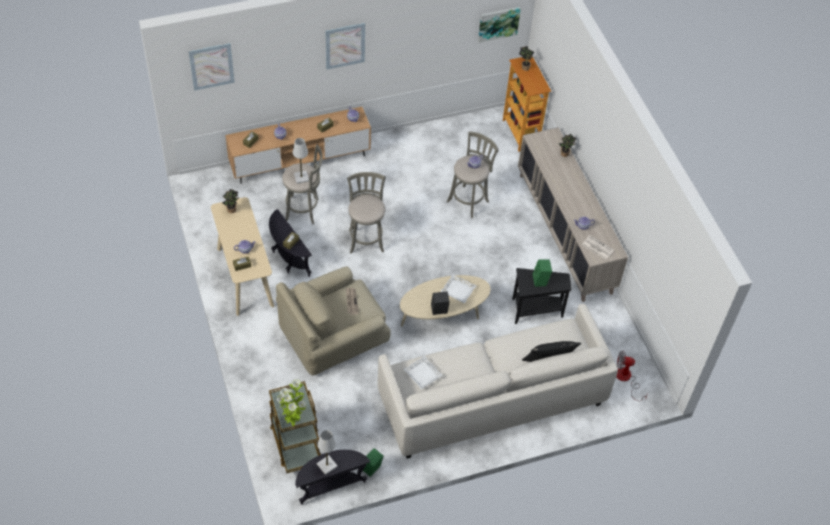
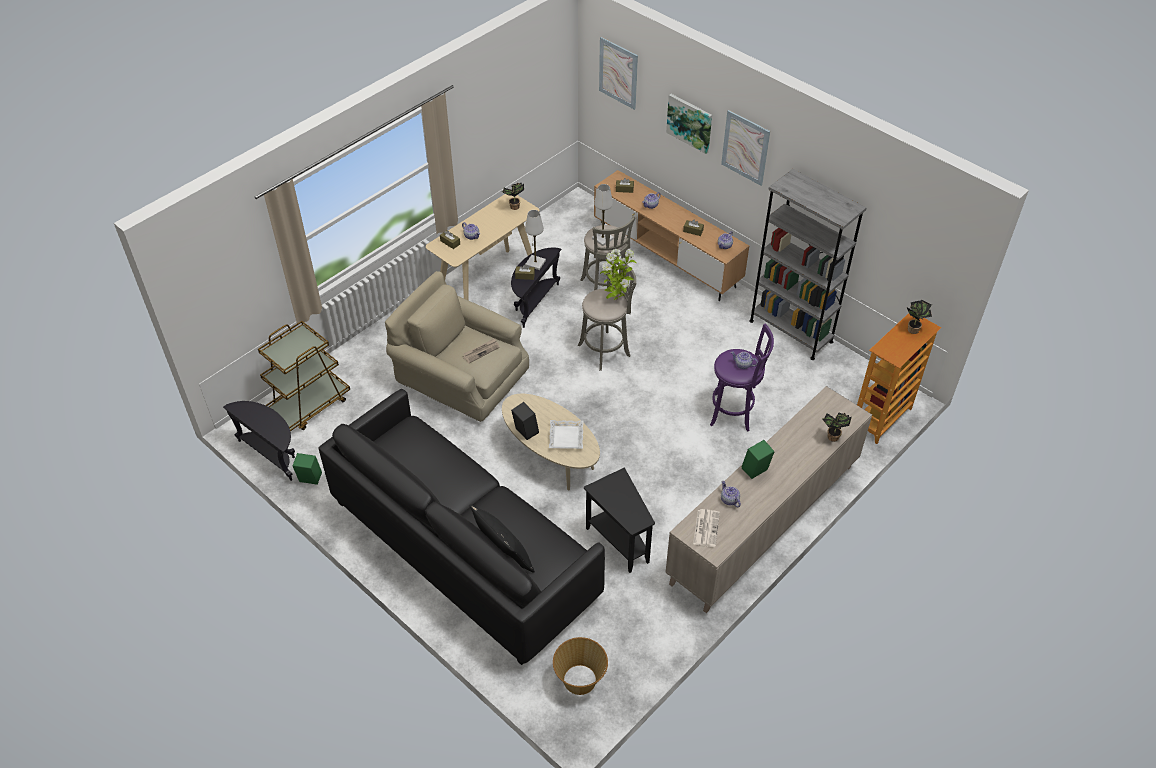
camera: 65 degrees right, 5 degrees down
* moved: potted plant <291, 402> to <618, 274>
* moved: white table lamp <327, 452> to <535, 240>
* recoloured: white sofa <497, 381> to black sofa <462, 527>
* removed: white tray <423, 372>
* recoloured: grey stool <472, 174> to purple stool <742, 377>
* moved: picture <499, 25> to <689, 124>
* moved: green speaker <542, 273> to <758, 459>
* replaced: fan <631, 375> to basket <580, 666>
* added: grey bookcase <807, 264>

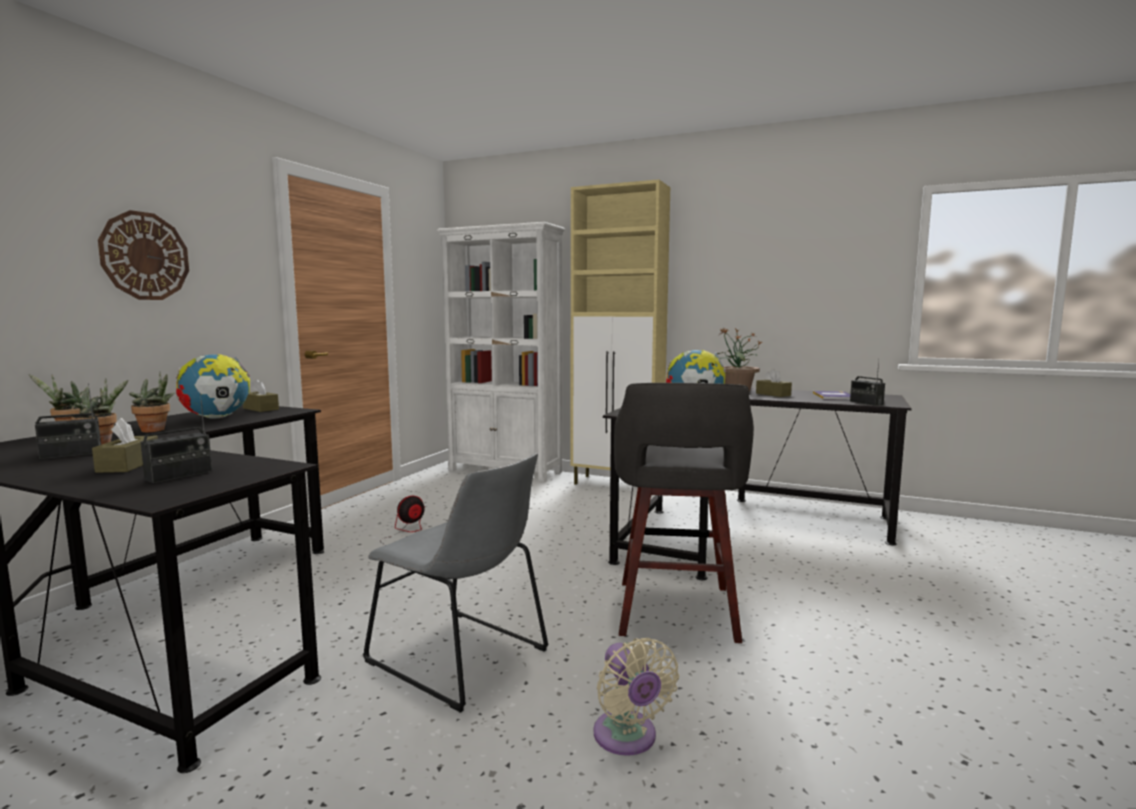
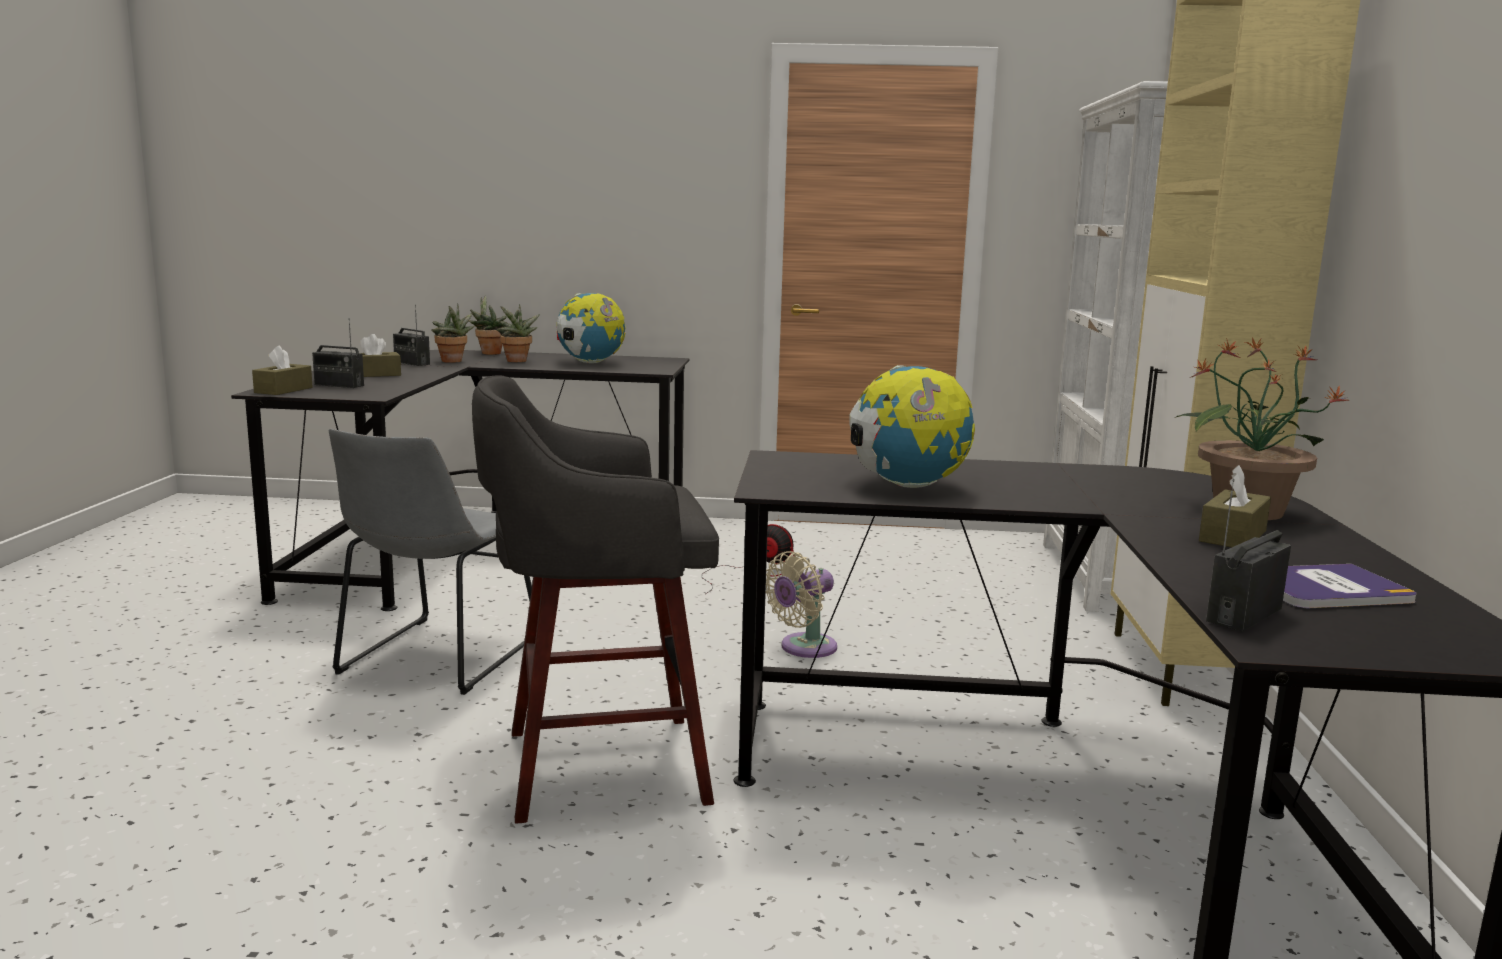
camera: 70 degrees right, 5 degrees up
* removed: wall clock <143, 255>
* moved: brown tissue box <261, 395> to <282, 370>
* moved: beige fan <636, 697> to <801, 604>

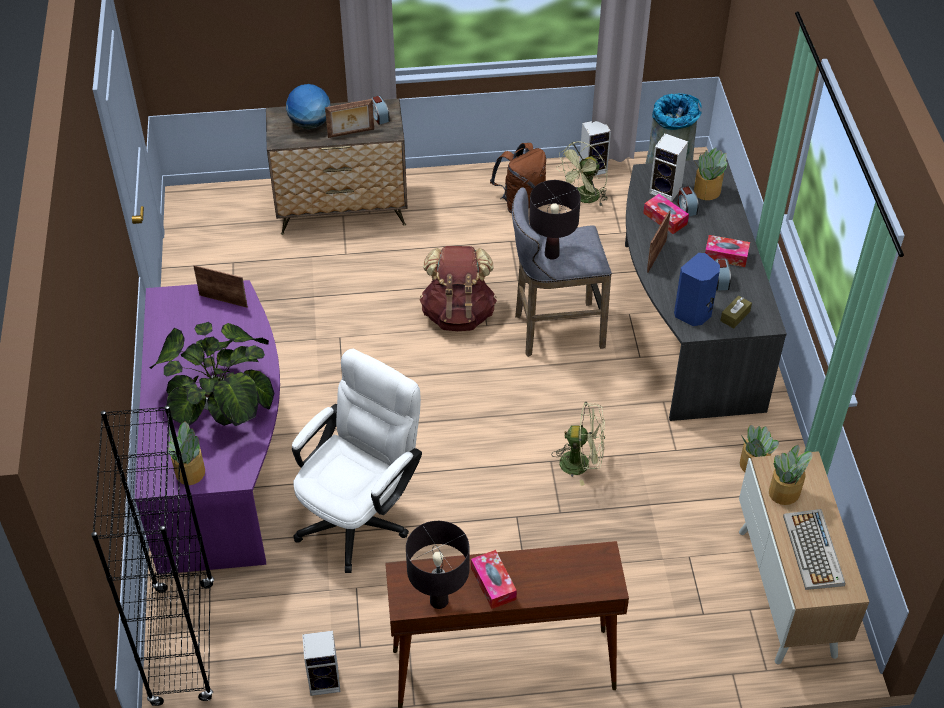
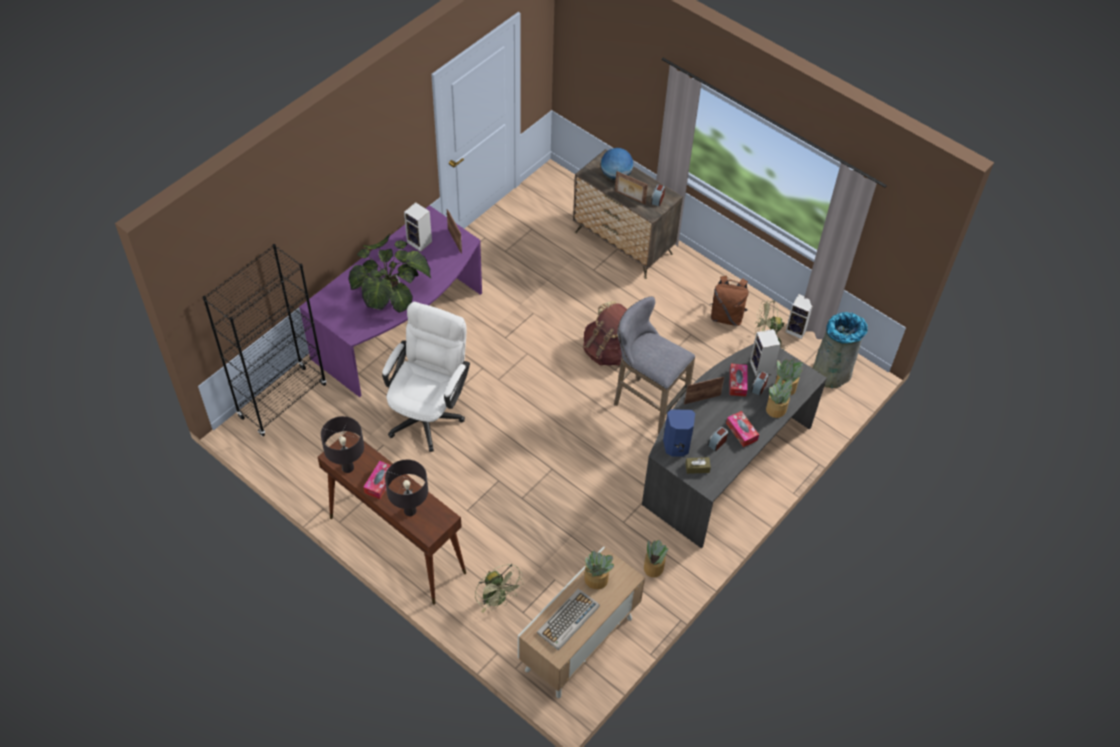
camera: 45 degrees right, 5 degrees up
* moved: potted plant <186, 453> to <779, 397>
* turned: white office chair <357, 461> = <426, 377> 60 degrees counterclockwise
* moved: speaker <321, 663> to <418, 227>
* moved: black table lamp <555, 219> to <406, 488>
* moved: green fan <578, 444> to <499, 588>

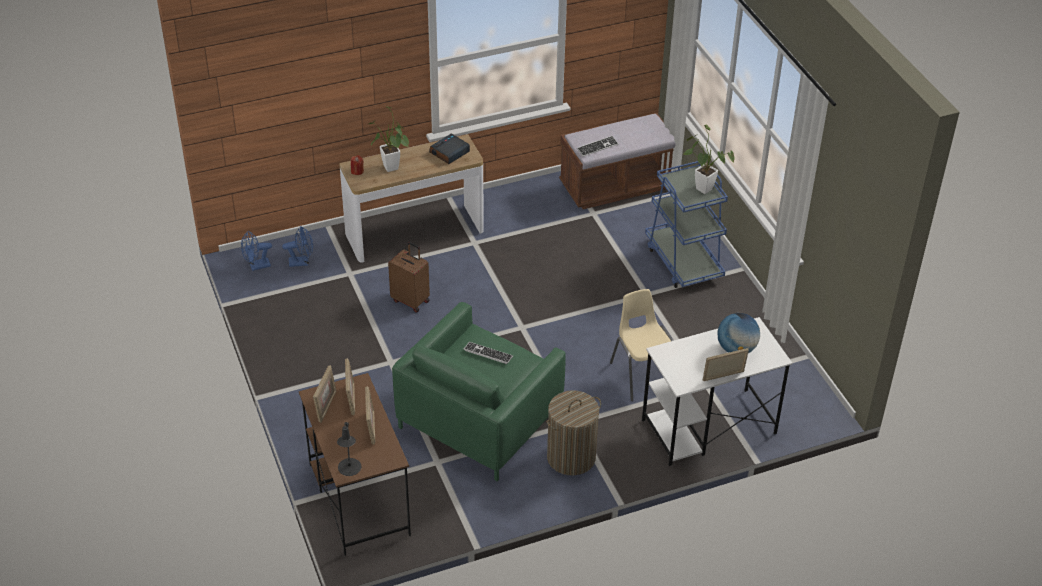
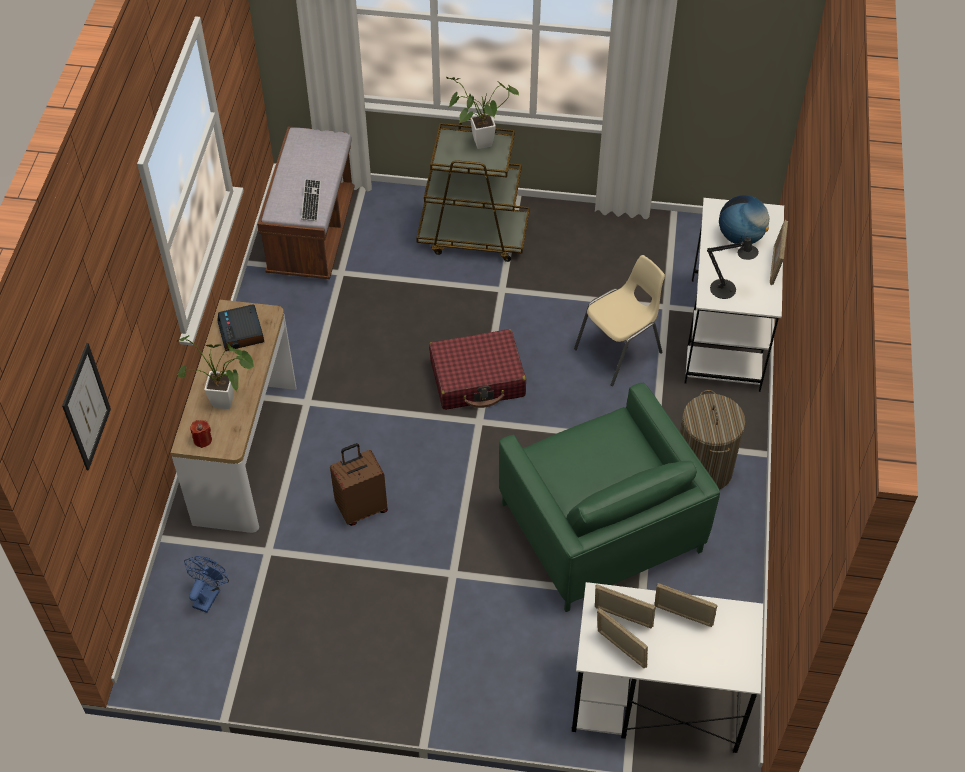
camera: 60 degrees left, 10 degrees up
* removed: blue fan <256, 251>
* recoloured: brown desk <355, 464> to white desk <667, 667>
* moved: black table lamp <349, 449> to <733, 266>
* removed: keyboard <488, 353>
* turned: beige chair <642, 345> = <619, 320> 135 degrees clockwise
* recoloured: blue cart <686, 224> to brown cart <472, 190>
* added: picture <86, 406>
* added: red suitcase <477, 369>

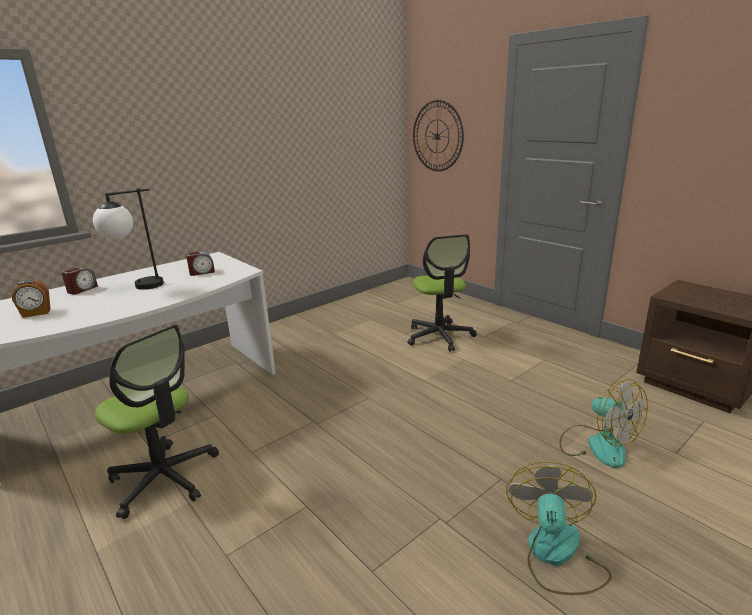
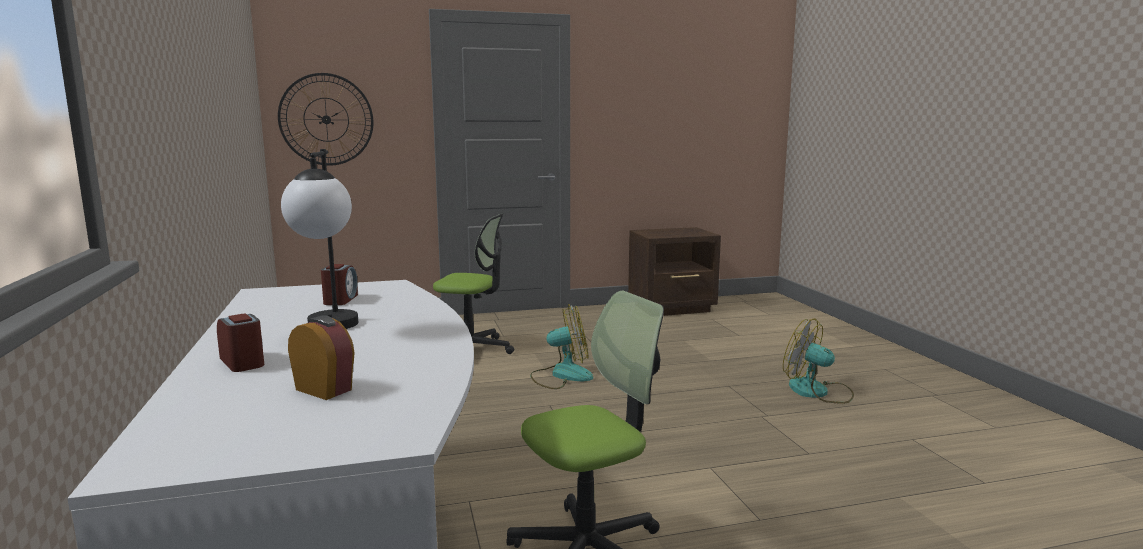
camera: 65 degrees left, 10 degrees down
* turned: alarm clock <31, 299> = <321, 357> 60 degrees counterclockwise
* moved: fan <603, 423> to <561, 346>

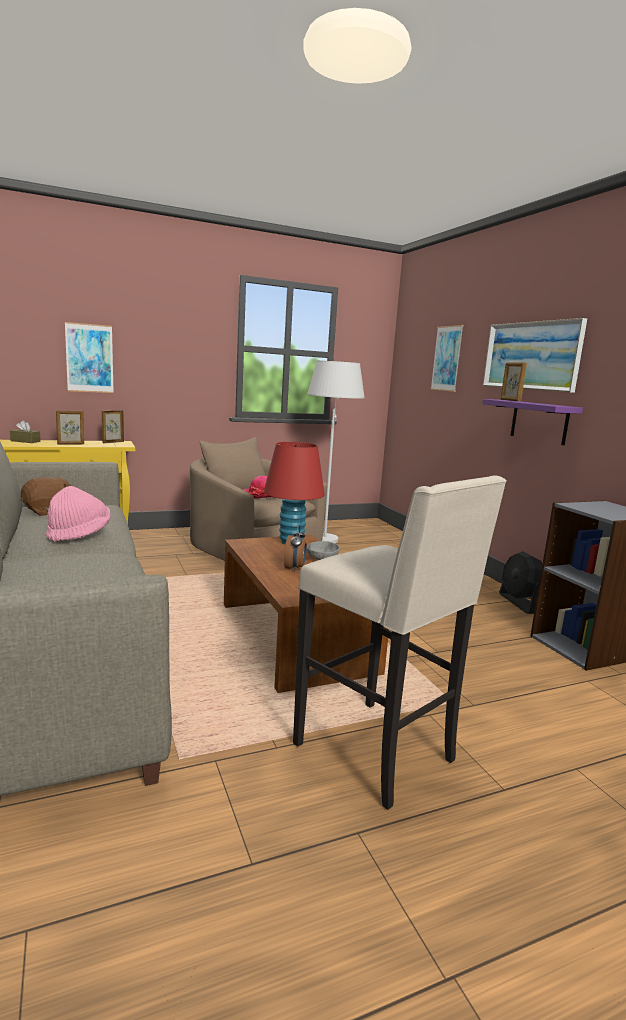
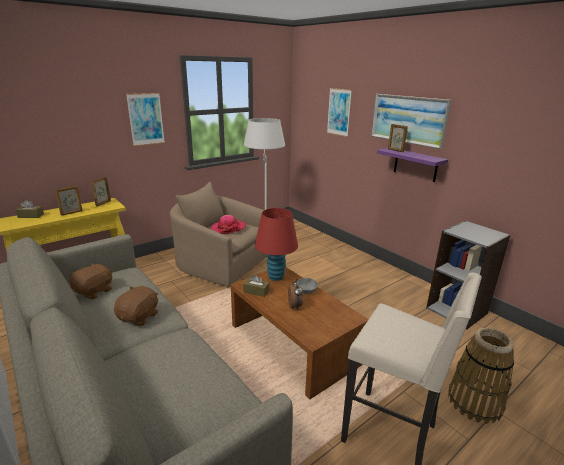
camera: 15 degrees left, 10 degrees up
* replaced: pink hat <78, 513> to brown plush toy <136, 306>
* moved: picture <89, 357> to <145, 119>
* removed: black fan <520, 582>
* added: brown tissue box <256, 286>
* added: basket <481, 376>

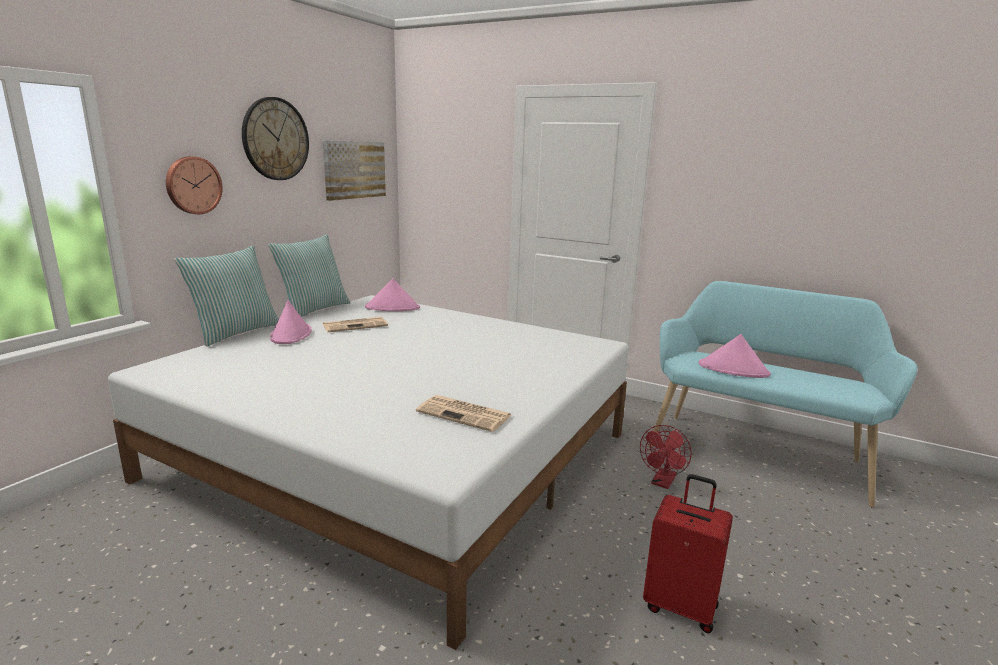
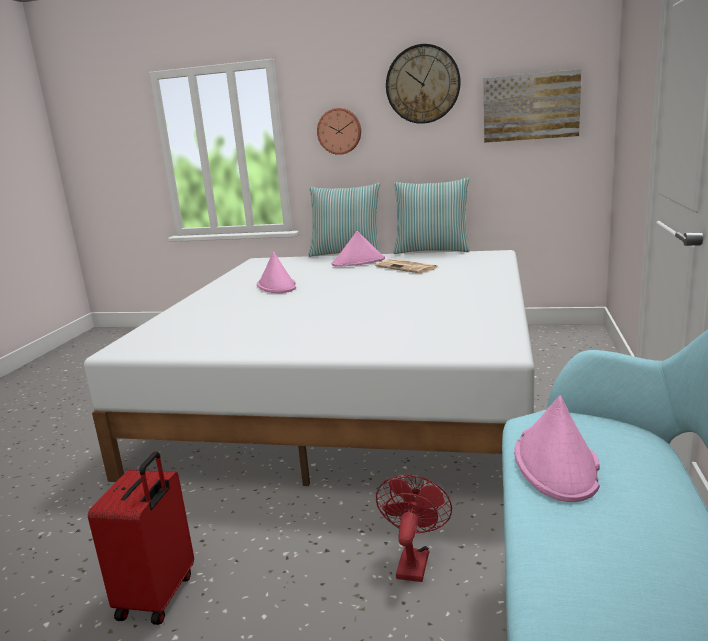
camera: 75 degrees right, 0 degrees up
* moved: pink hat <392, 294> to <276, 272>
* removed: newspaper <464, 413>
* turned: red fan <666, 457> = <414, 528> 90 degrees clockwise

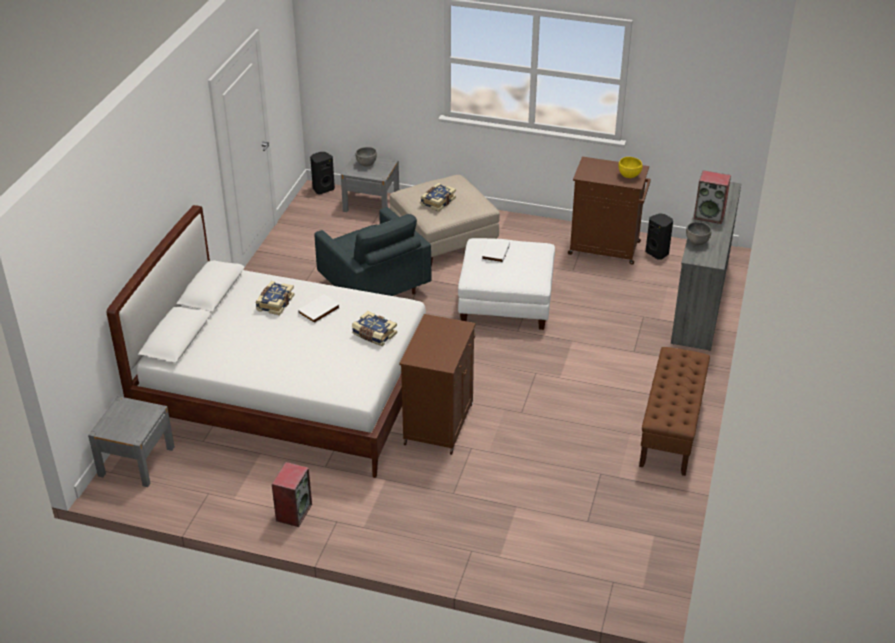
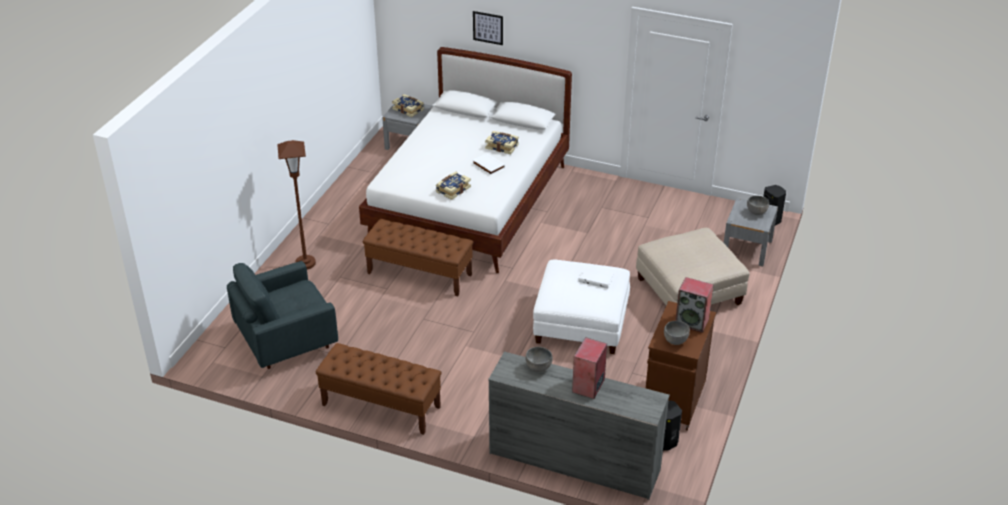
camera: 95 degrees right, 0 degrees up
* moved: speaker <292, 494> to <694, 305>
* moved: grey armchair <372, 251> to <282, 315>
* replaced: brown cabinet <437, 384> to brown bench <418, 257>
* moved: book <438, 197> to <408, 105>
* recoloured: yellow bowl <630, 167> to grey bowl <677, 333>
* added: brown floor lamp <296, 204>
* added: picture <488, 28>

